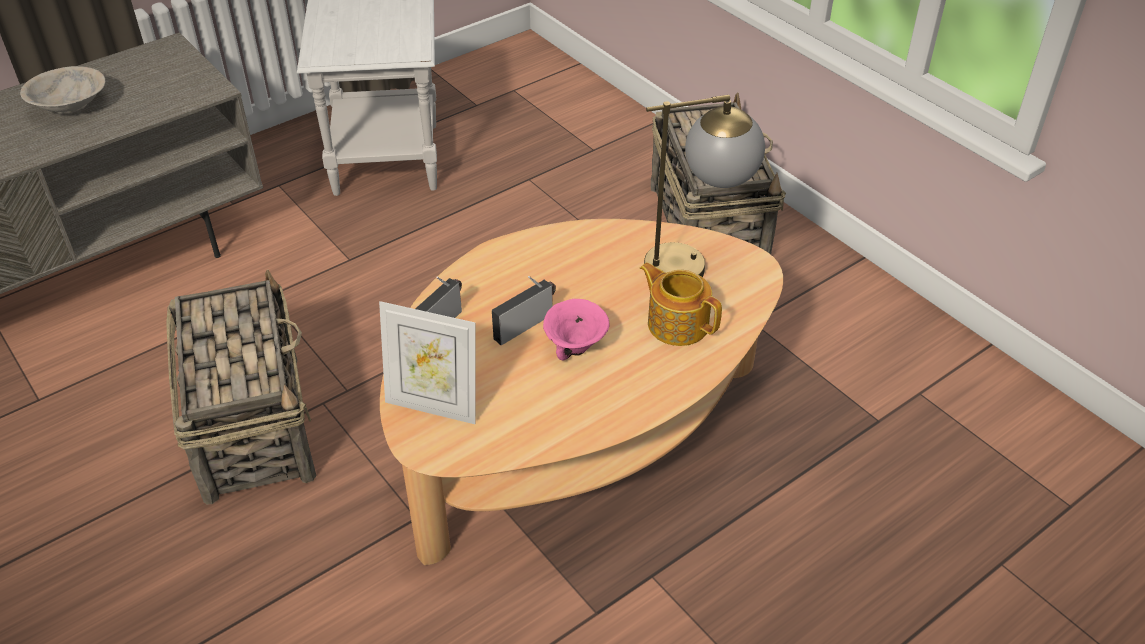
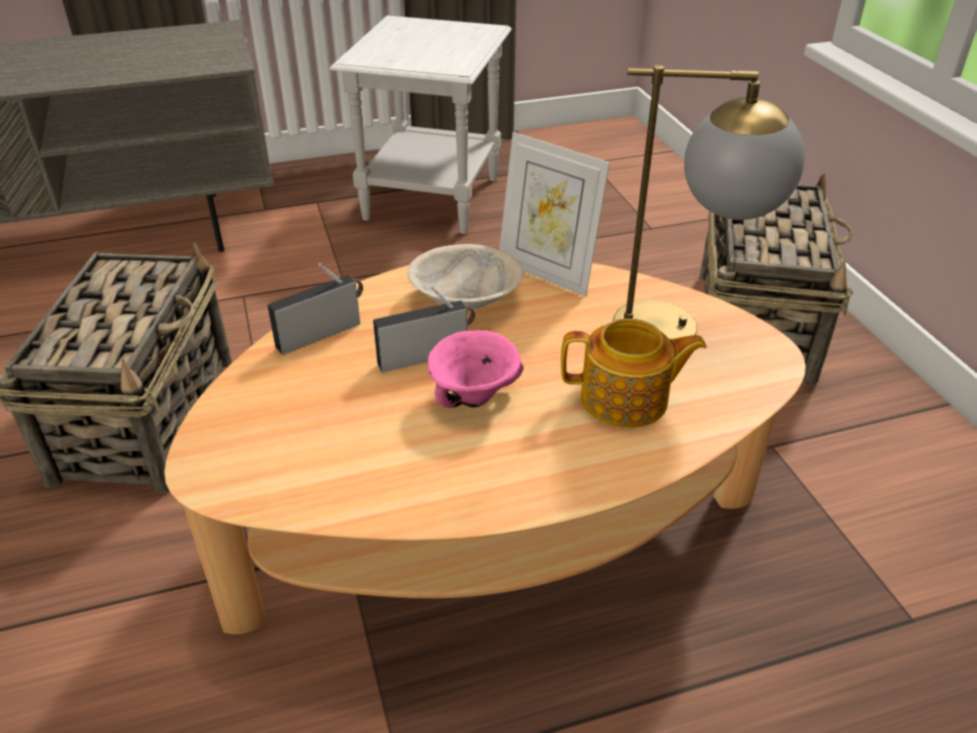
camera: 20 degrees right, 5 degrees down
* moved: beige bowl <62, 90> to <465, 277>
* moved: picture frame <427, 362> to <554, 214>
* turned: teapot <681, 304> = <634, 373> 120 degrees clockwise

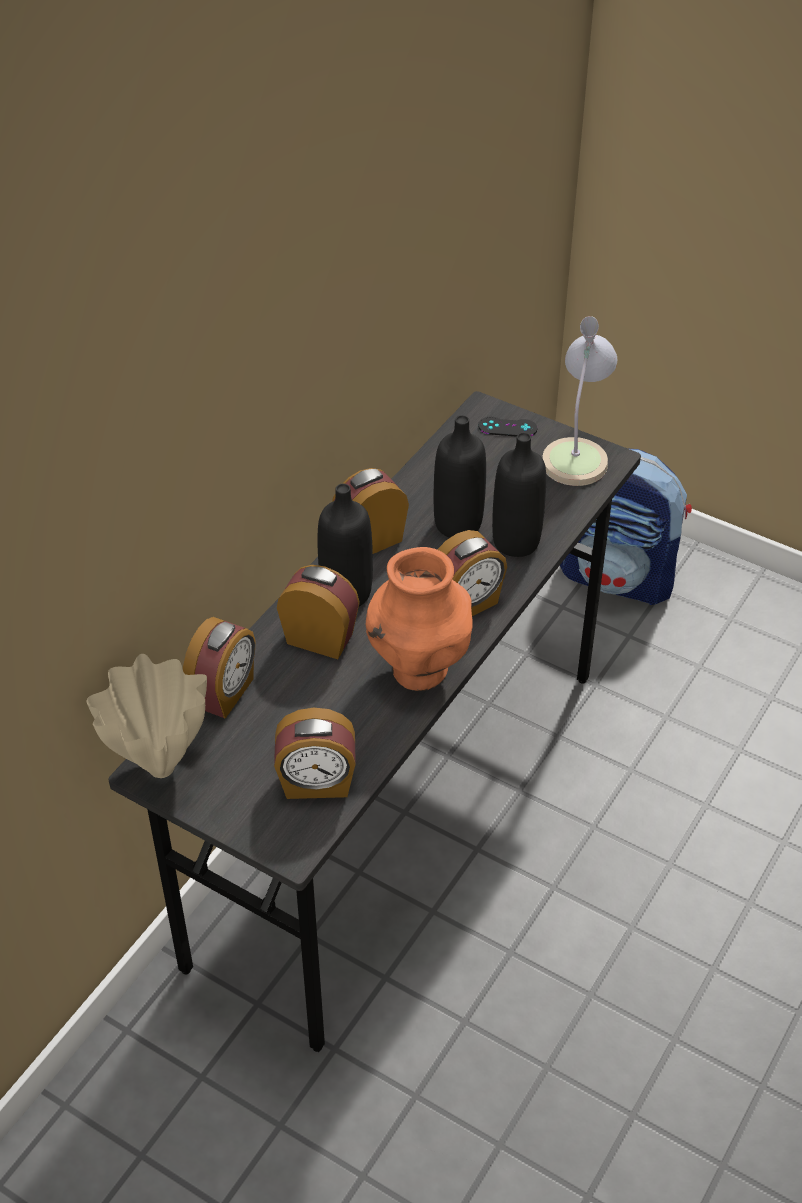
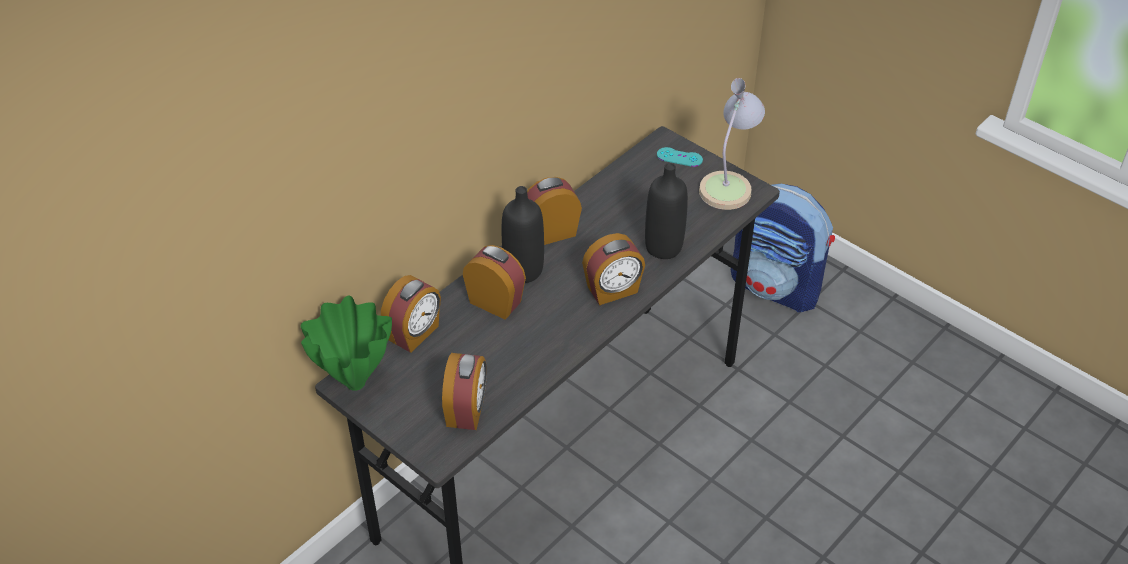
camera: 10 degrees right, 0 degrees up
* recoloured: beige vase <147, 716> to green vase <346, 343>
* turned: alarm clock <315, 753> = <464, 391> 90 degrees counterclockwise
* removed: orange vase <419, 619>
* removed: black bottle <460, 476>
* recoloured: black game controller <507, 427> to turquoise game controller <680, 157>

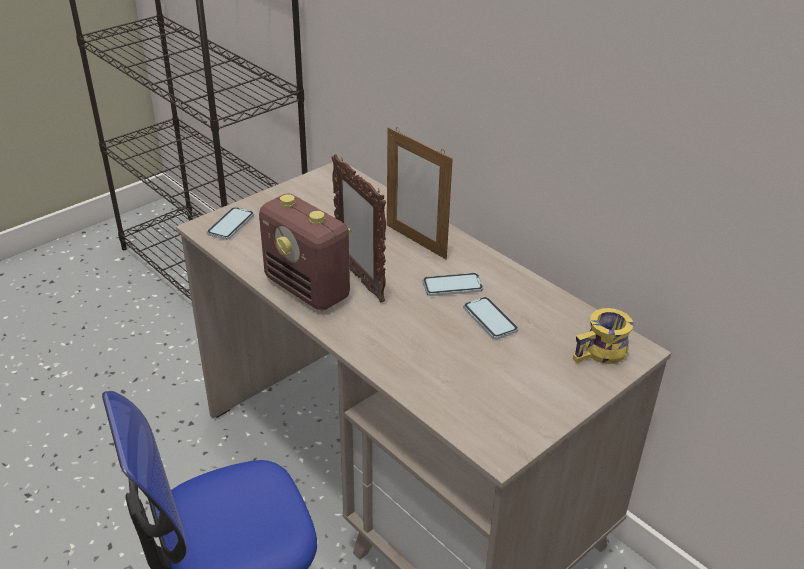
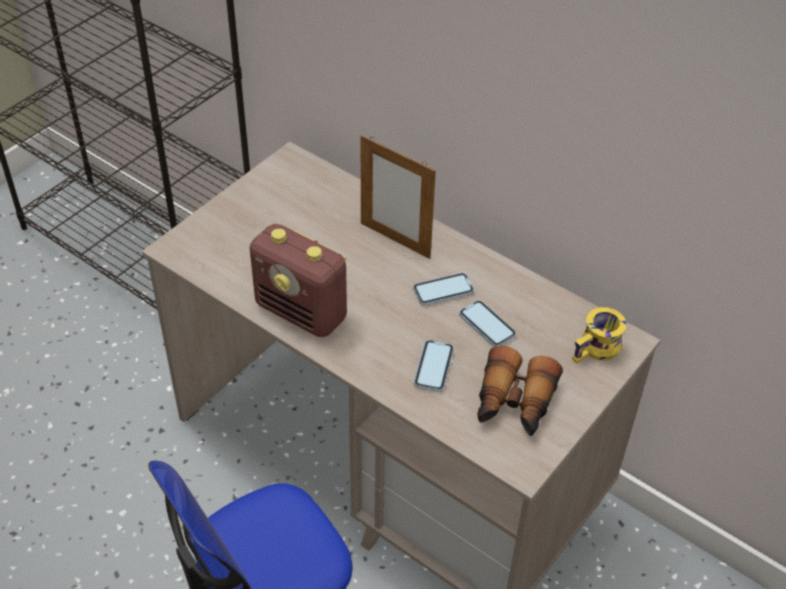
camera: 10 degrees left, 10 degrees up
* moved: phone <230, 223> to <434, 366>
* removed: picture frame <358, 228>
* added: binoculars <520, 391>

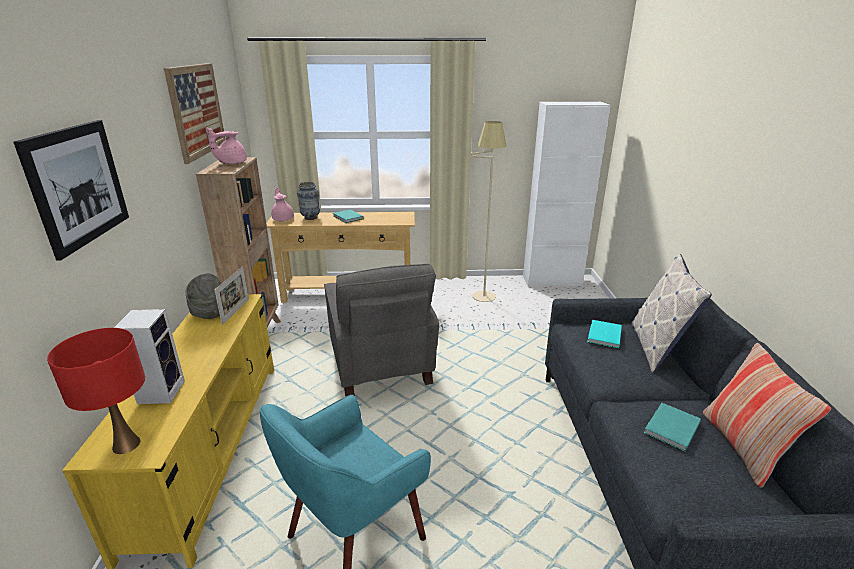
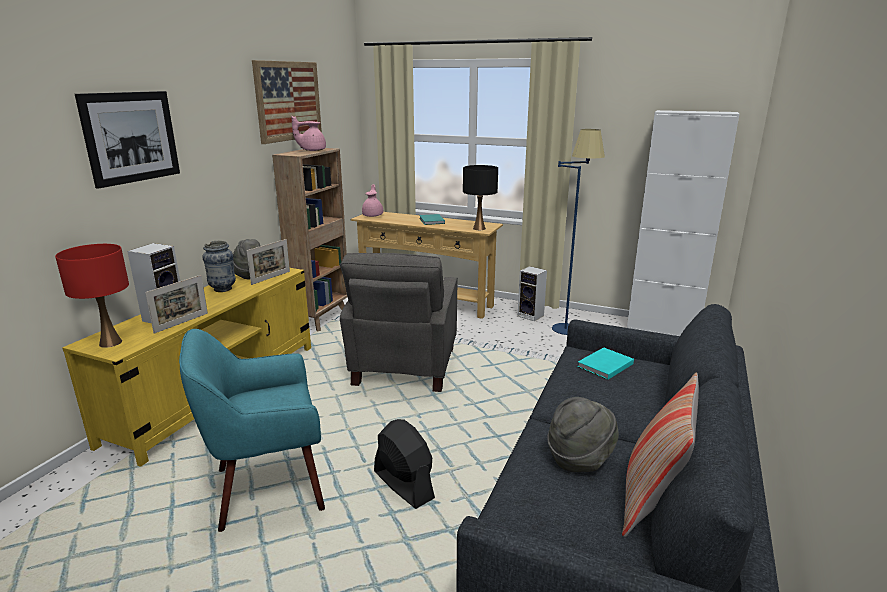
camera: 25 degrees right, 5 degrees down
* moved: vase <308, 201> to <219, 266>
* recoloured: beige floor lamp <489, 211> to blue floor lamp <578, 232>
* removed: pillow <672, 313>
* replaced: turquoise book <672, 427> to grey hat <583, 434>
* added: picture frame <176, 304>
* added: black fan <404, 464>
* added: black table lamp <480, 197>
* added: speaker <532, 293>

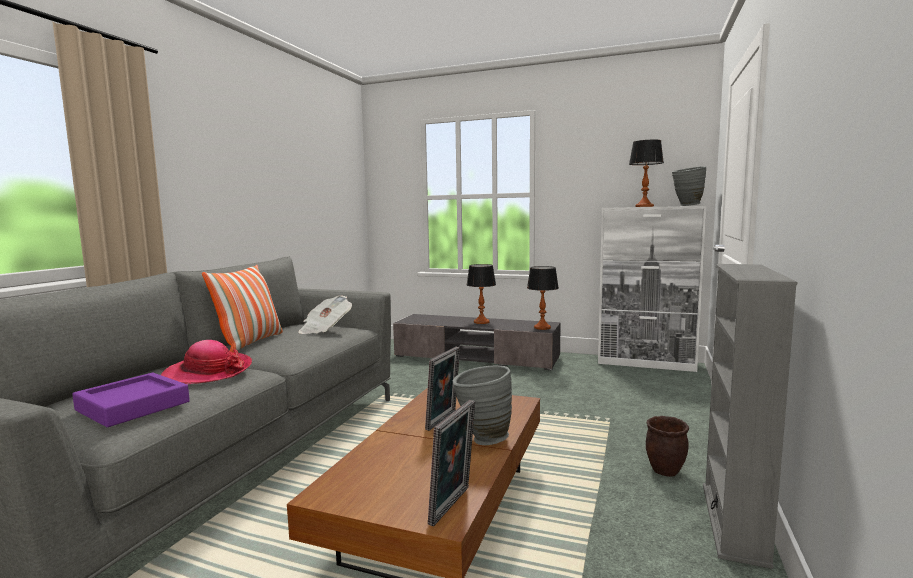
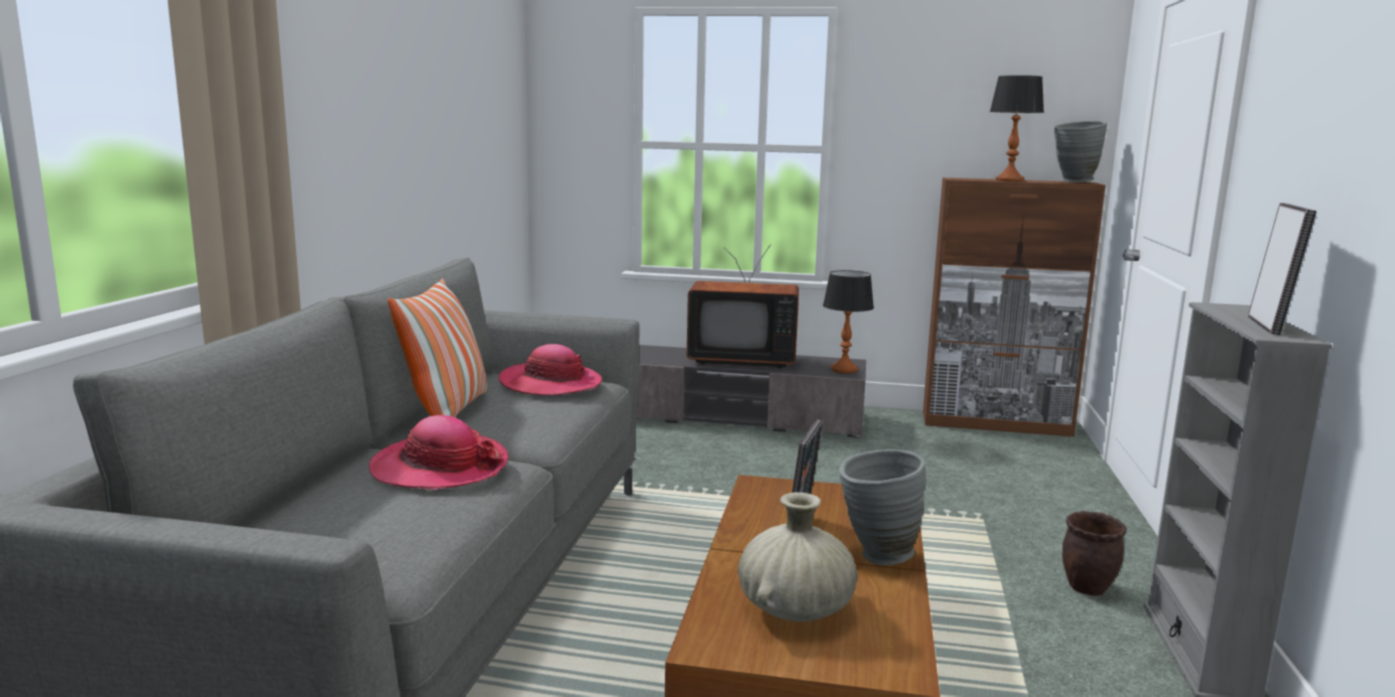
camera: 10 degrees left, 5 degrees up
* removed: purple tray <131, 400>
* replaced: newspaper <325, 315> to hat <550, 370>
* moved: picture frame <451, 463> to <1282, 269>
* replaced: table lamp <481, 294> to television <743, 306>
* recoloured: white cabinet <652, 289> to brown cabinet <1014, 307>
* added: beige vase <797, 557>

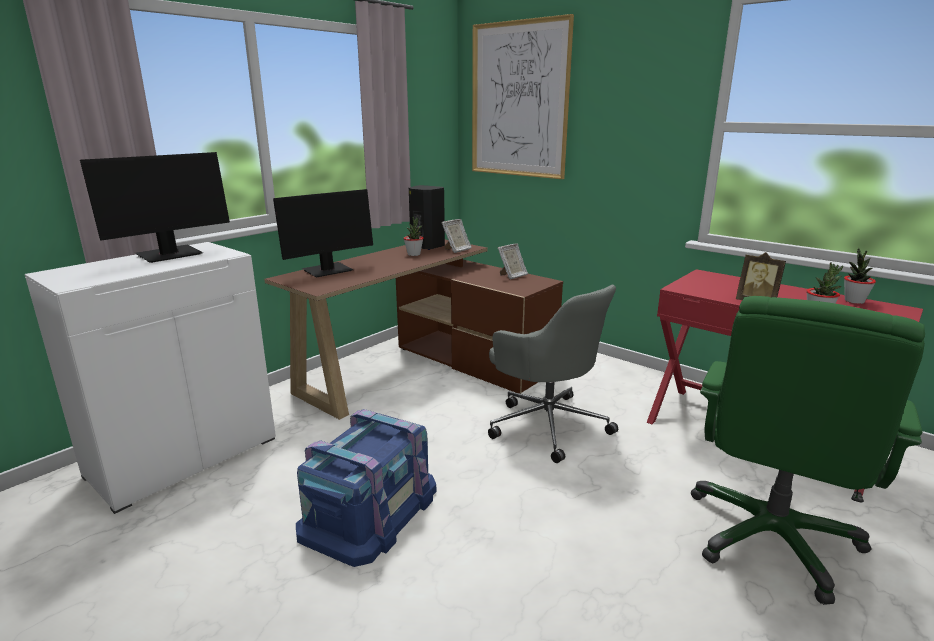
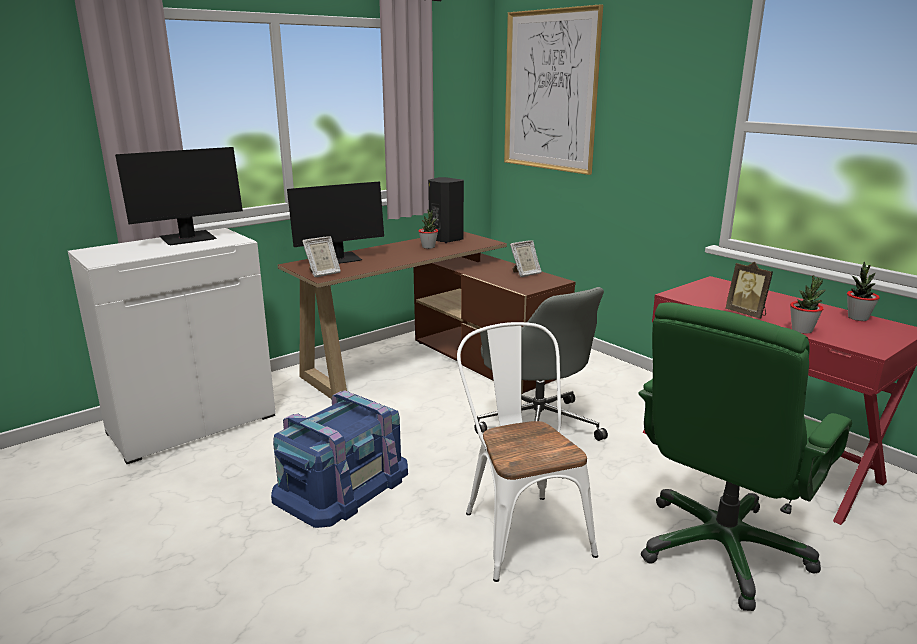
camera: 10 degrees right, 0 degrees up
* moved: picture frame <457, 236> to <321, 256>
* added: white chair <527, 452>

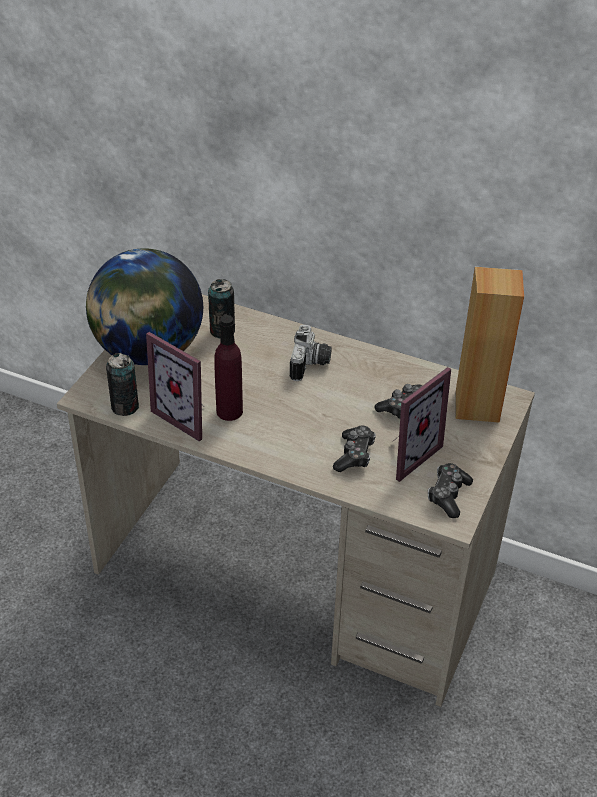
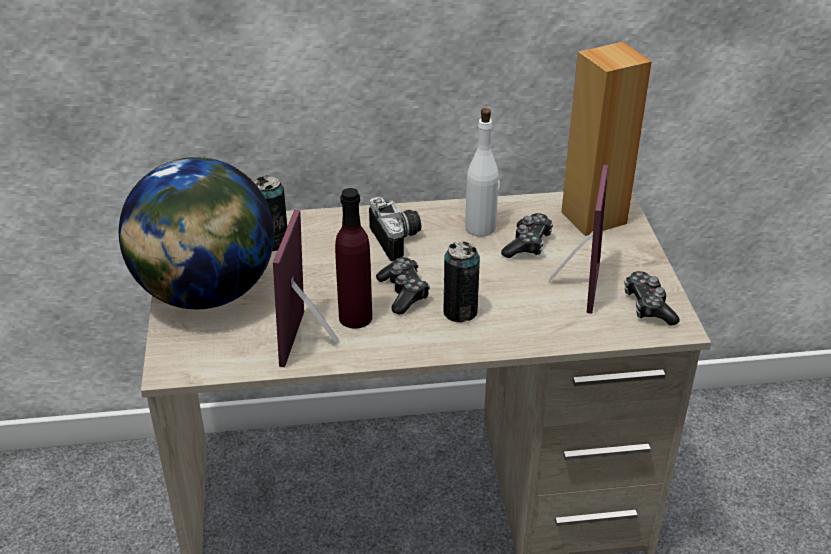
camera: 30 degrees left, 5 degrees down
* moved: can <122, 384> to <461, 282>
* turned: picture frame <174, 386> = <306, 288> 90 degrees clockwise
* moved: game controller <354, 449> to <403, 285>
* added: white bottle <482, 172>

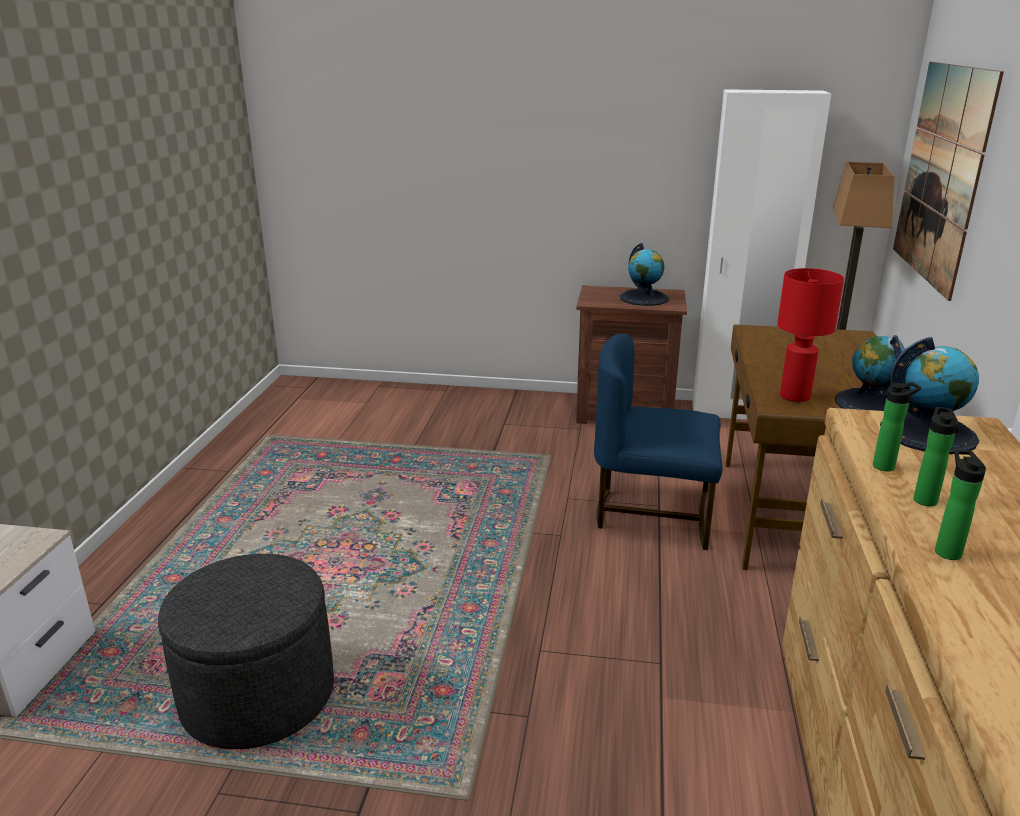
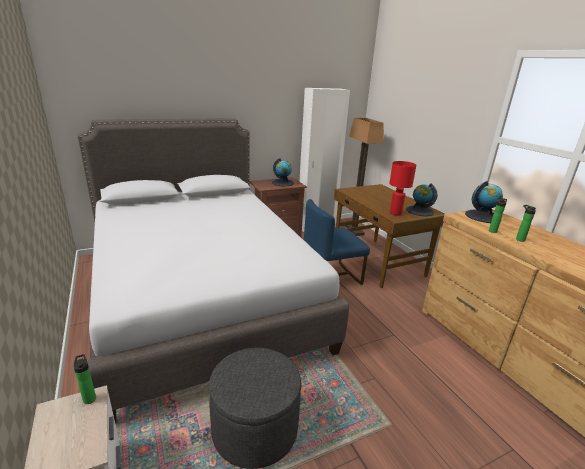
camera: 35 degrees left, 0 degrees up
* removed: picture <948, 181>
* moved: bottle <960, 505> to <84, 379>
* added: grey bed <213, 271>

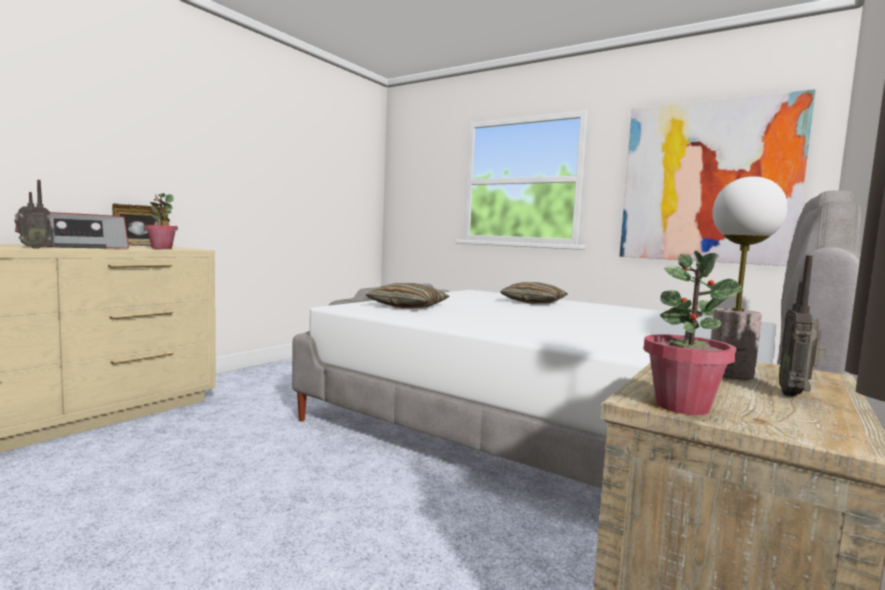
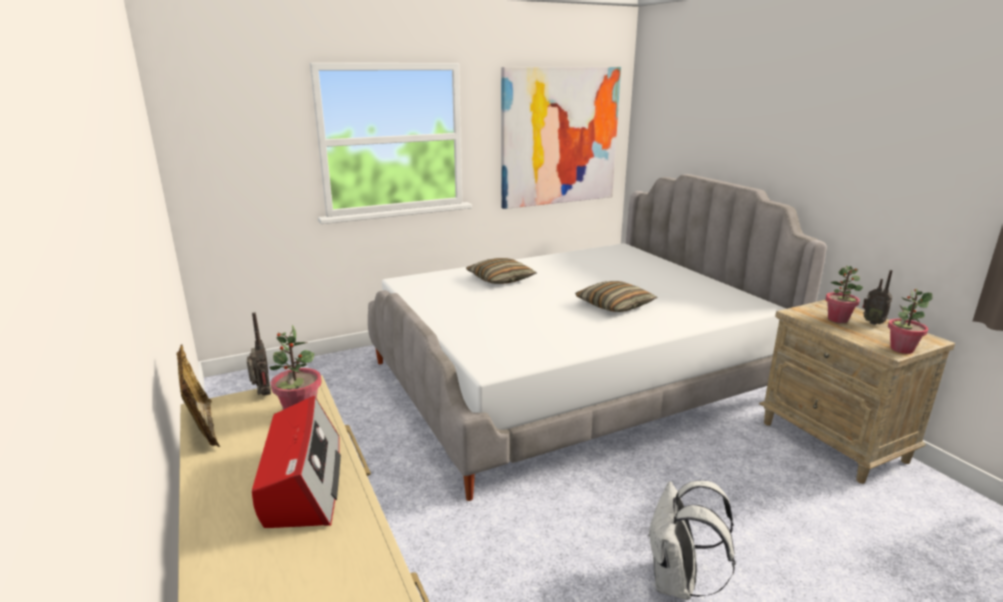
camera: 60 degrees left, 15 degrees up
* moved: radio <33, 214> to <259, 354>
* moved: pillow <407, 295> to <616, 296>
* replaced: table lamp <749, 277> to potted plant <844, 294>
* added: white backpack <692, 540>

